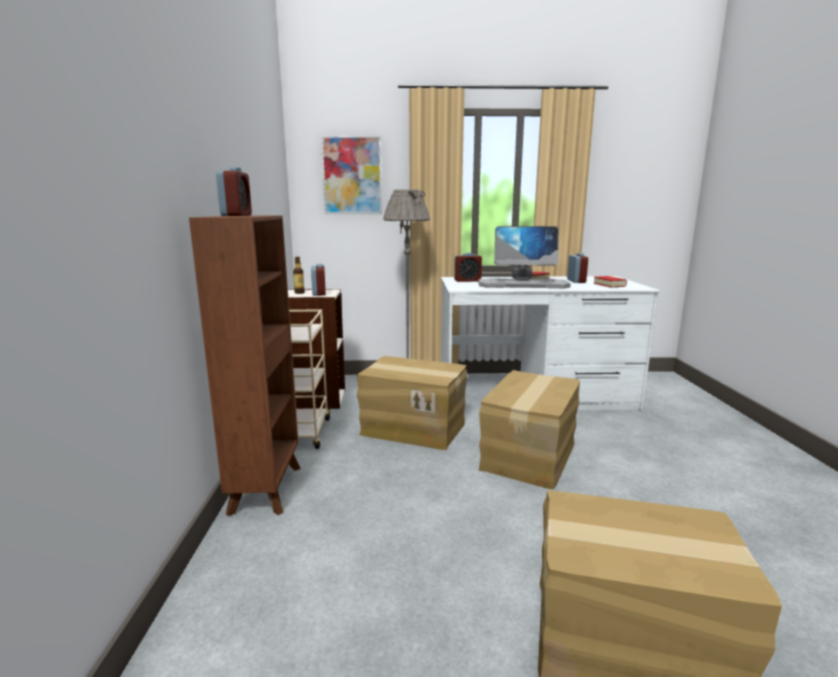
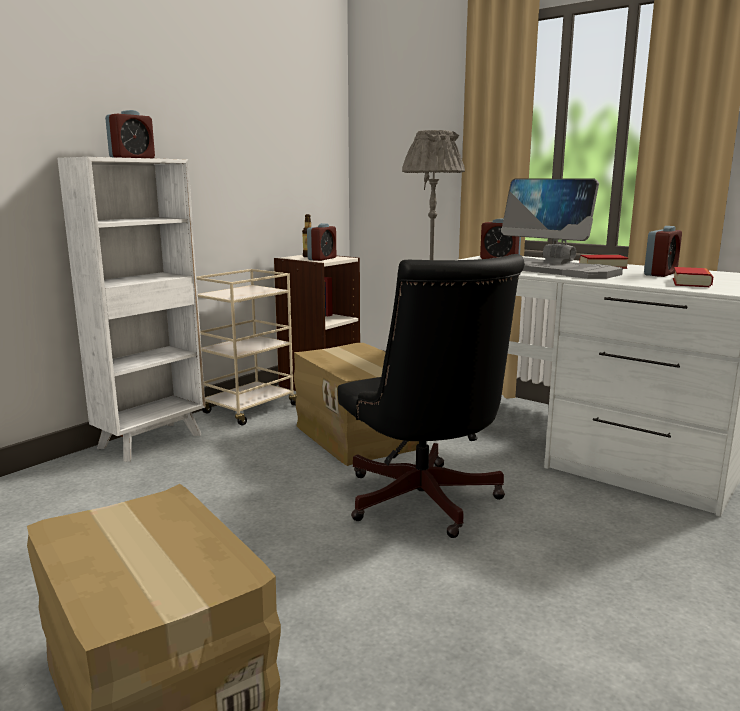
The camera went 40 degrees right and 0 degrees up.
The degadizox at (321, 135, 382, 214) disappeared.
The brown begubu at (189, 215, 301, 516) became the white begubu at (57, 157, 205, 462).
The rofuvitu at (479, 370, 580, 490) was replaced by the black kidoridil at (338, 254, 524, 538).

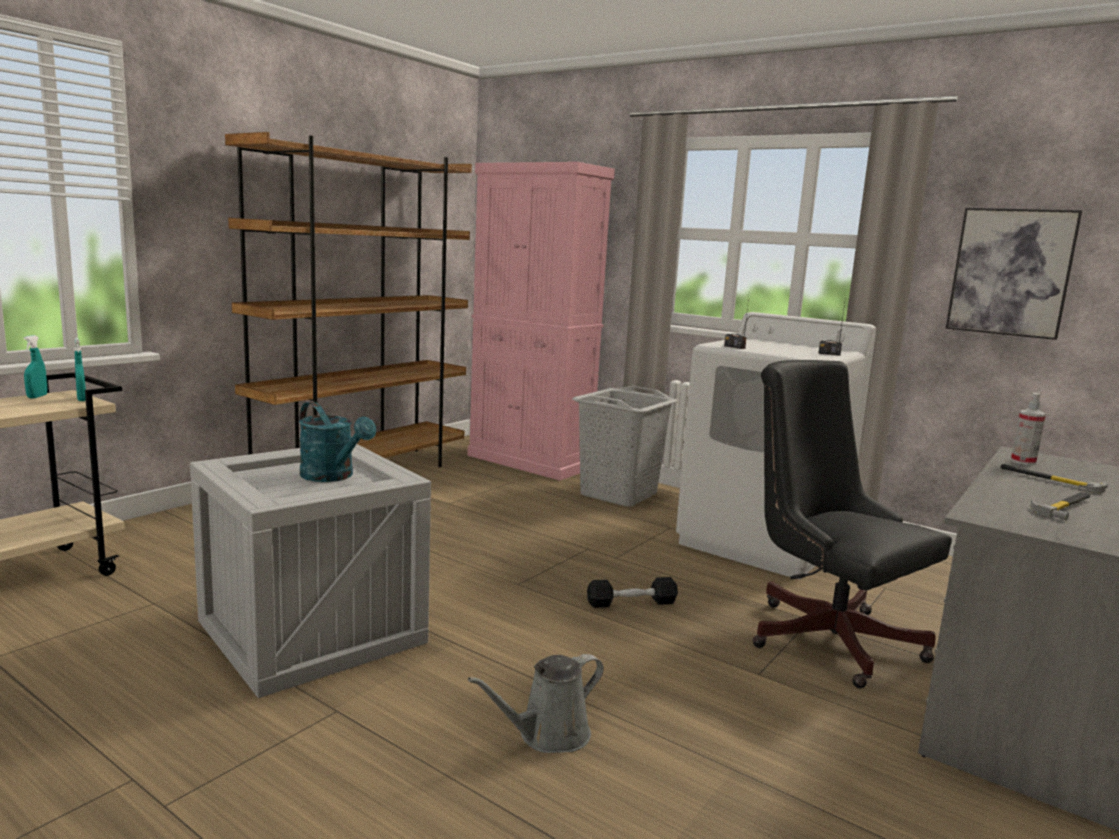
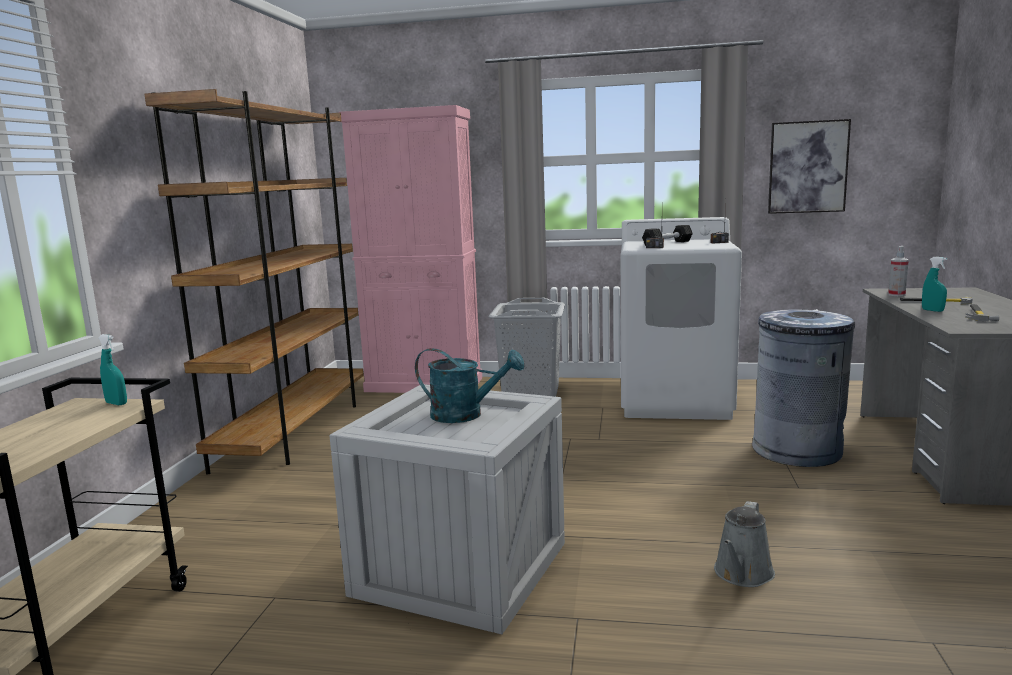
The camera went 25 degrees left and 0 degrees up.
The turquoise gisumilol moved from (24, 335, 47, 398) to (922, 257, 947, 312).
The black kidoridil at (753, 360, 952, 688) was replaced by the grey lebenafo at (752, 309, 855, 467).
The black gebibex moved from (587, 577, 678, 608) to (642, 225, 693, 246).

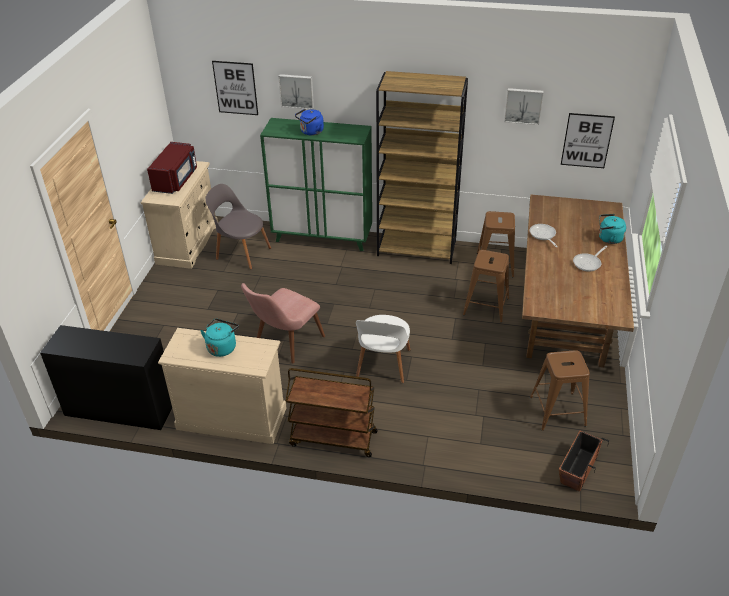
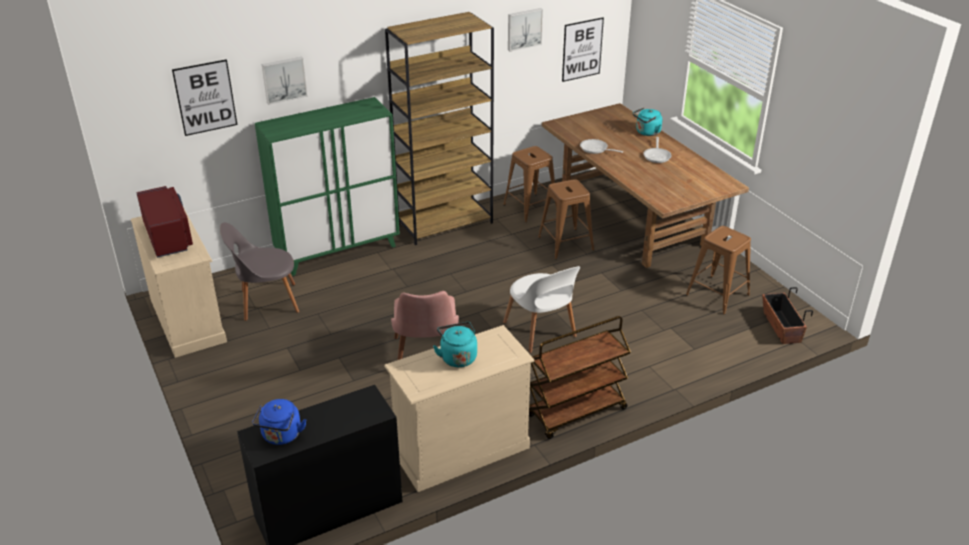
The camera went 40 degrees left and 5 degrees down.
The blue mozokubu moved from (295, 109, 324, 136) to (252, 399, 307, 445).

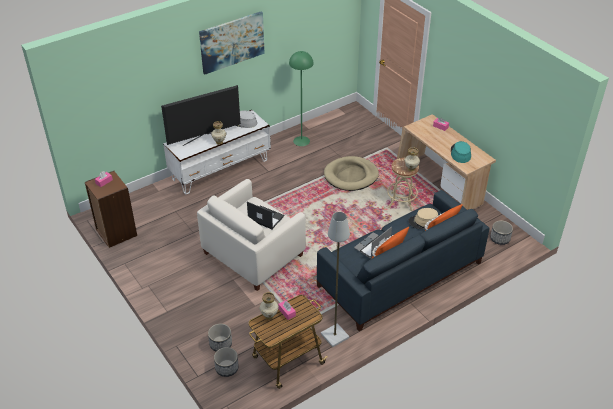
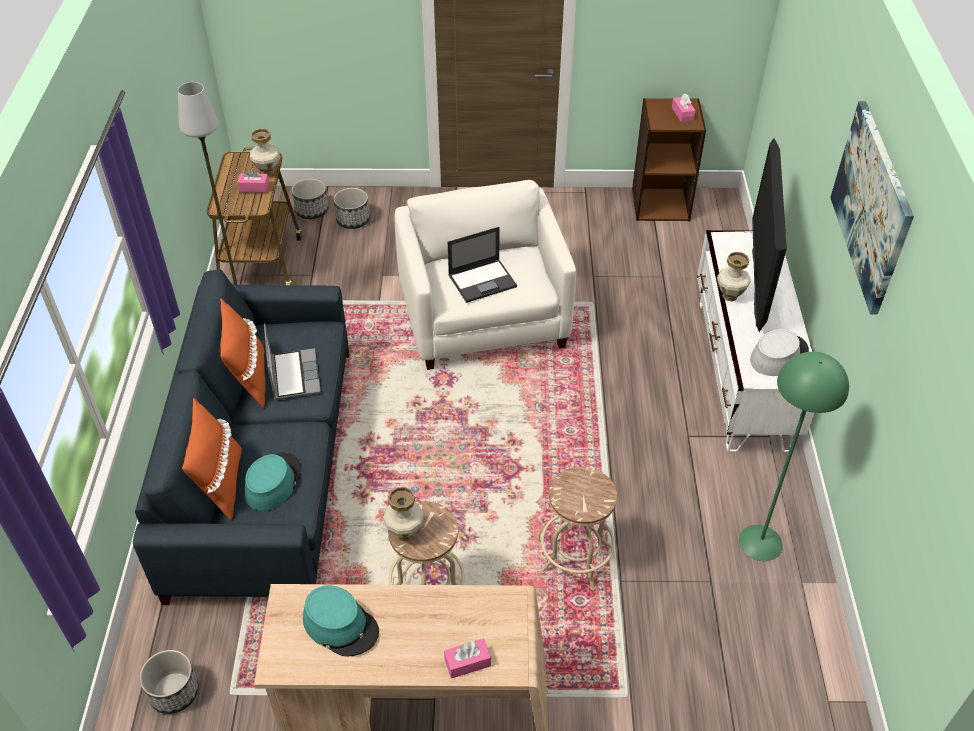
The camera went 125 degrees right and 5 degrees up.
The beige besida at (324, 156, 379, 191) was replaced by the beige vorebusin at (540, 467, 617, 591).
The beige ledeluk at (408, 208, 438, 229) became the turquoise ledeluk at (245, 452, 301, 511).

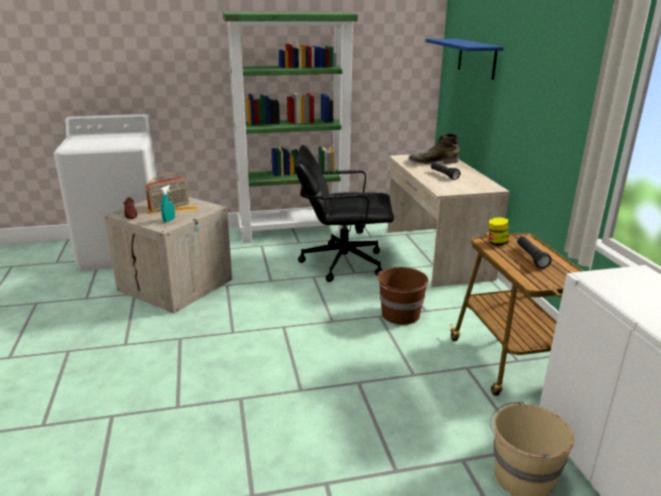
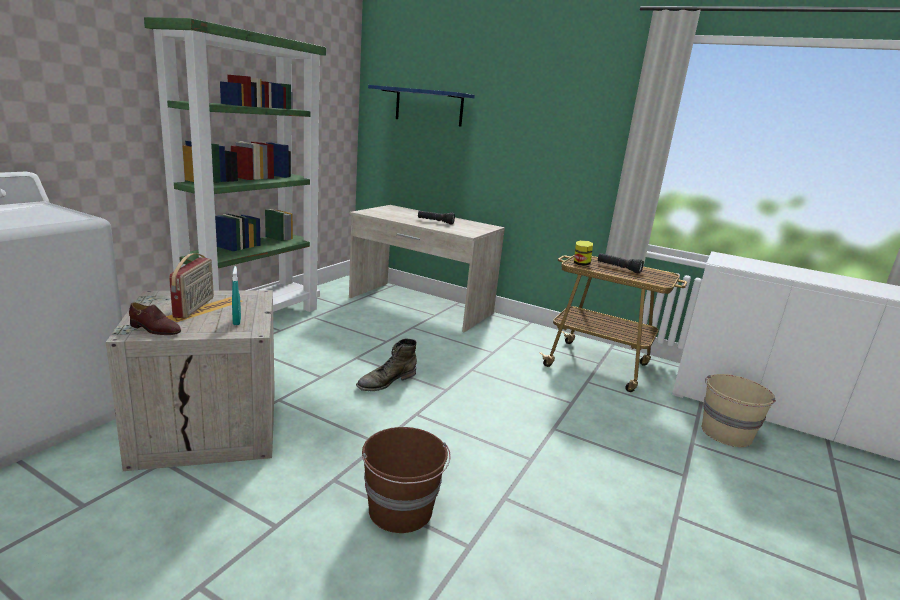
The camera went 50 degrees left and 5 degrees down.
The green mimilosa moved from (408, 134, 459, 164) to (356, 339, 417, 391).
The black kidoridil at (295, 145, 394, 282) disappeared.
The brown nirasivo moved from (377, 267, 429, 325) to (362, 427, 450, 533).

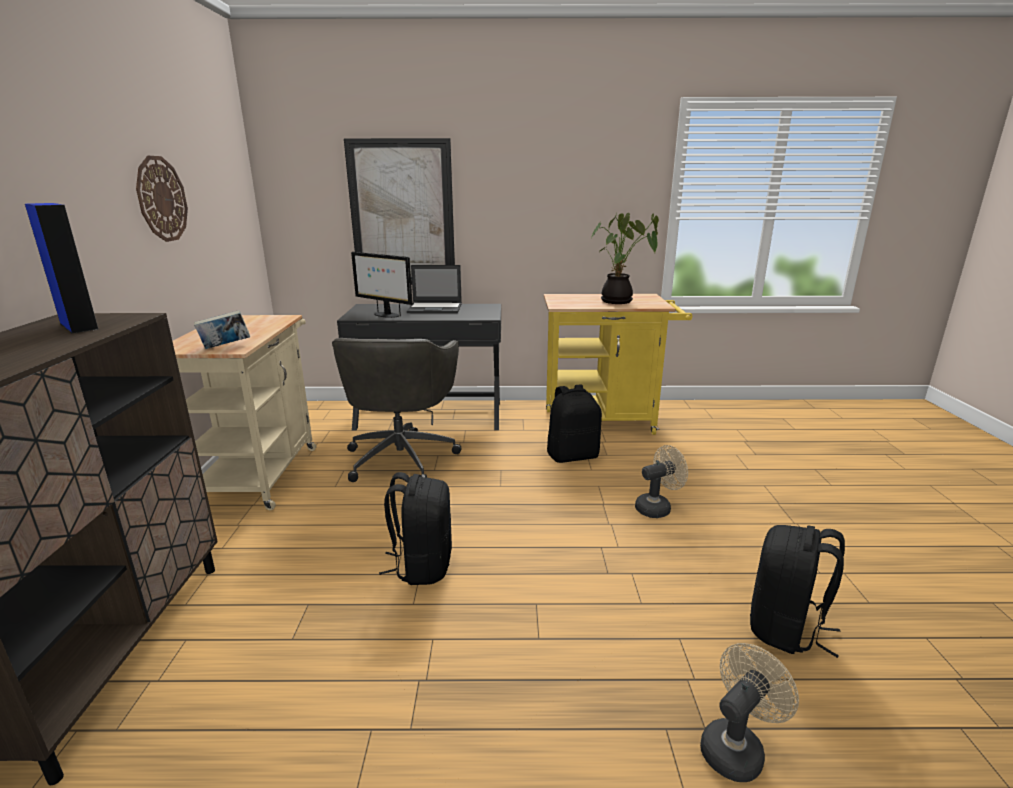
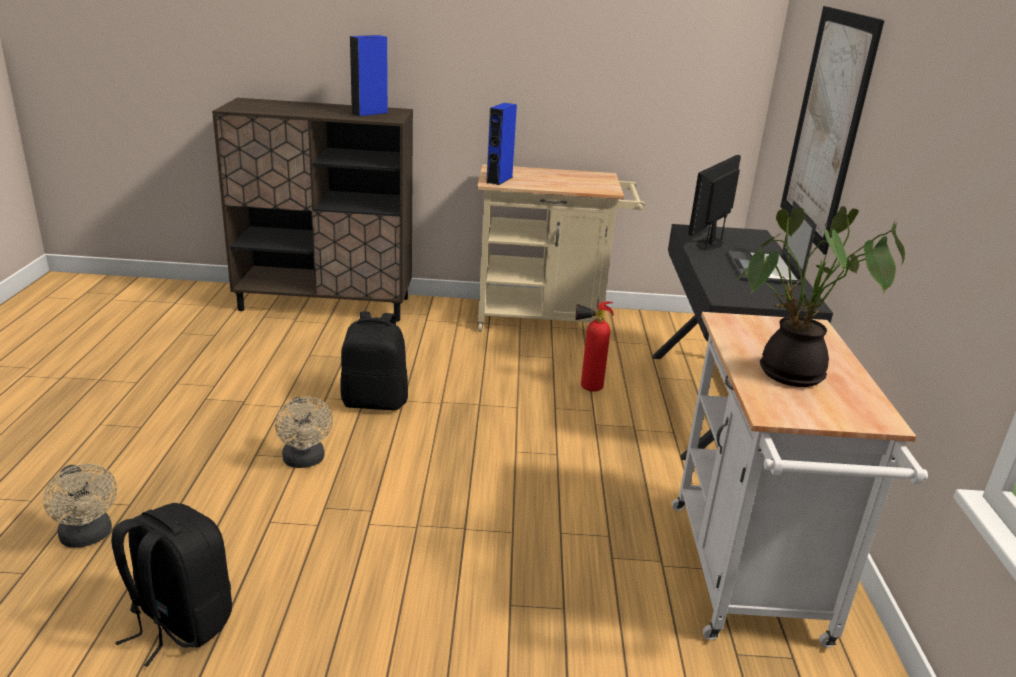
The camera went 90 degrees right and 5 degrees up.
The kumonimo at (136, 156, 188, 242) disappeared.
The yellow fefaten at (544, 294, 692, 435) became the white fefaten at (672, 312, 928, 648).
The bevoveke at (194, 310, 250, 349) was replaced by the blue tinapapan at (486, 103, 517, 185).
The grey kidoridil at (332, 338, 462, 482) was replaced by the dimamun at (575, 301, 614, 392).
The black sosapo at (547, 384, 602, 463) disappeared.
The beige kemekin moved from (635, 445, 688, 518) to (275, 397, 333, 468).

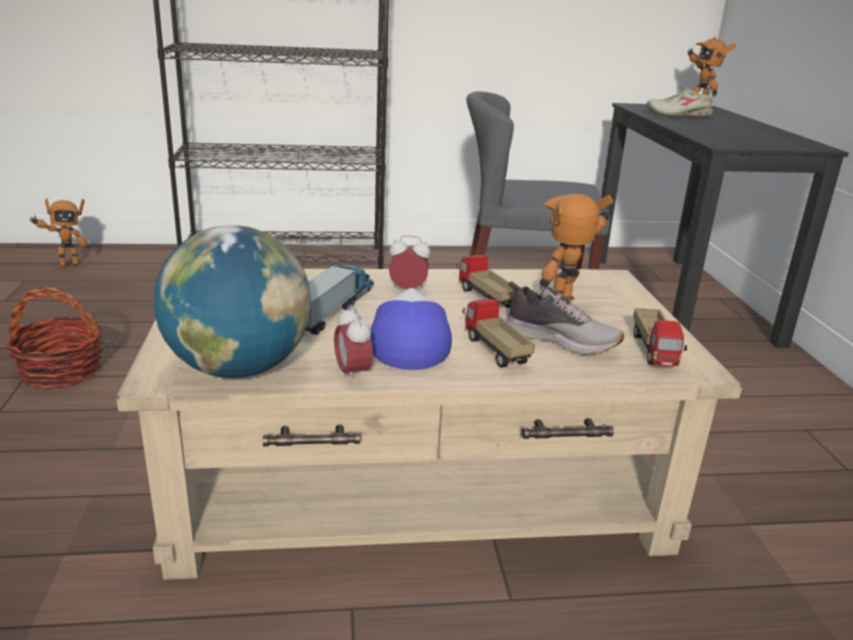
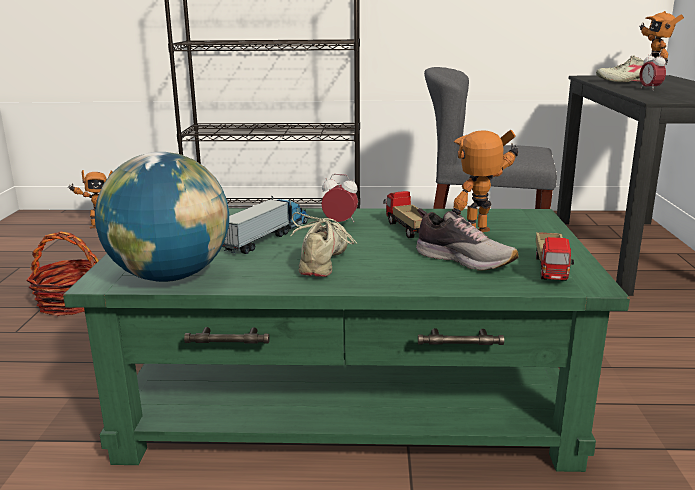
The camera went 10 degrees right and 5 degrees down.
The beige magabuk at (116, 269, 742, 580) became the green magabuk at (63, 208, 630, 472).
The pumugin at (371, 288, 452, 370) was replaced by the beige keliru at (290, 212, 357, 277).
The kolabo at (462, 299, 535, 368) disappeared.
The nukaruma moved from (334, 305, 373, 385) to (640, 52, 666, 88).

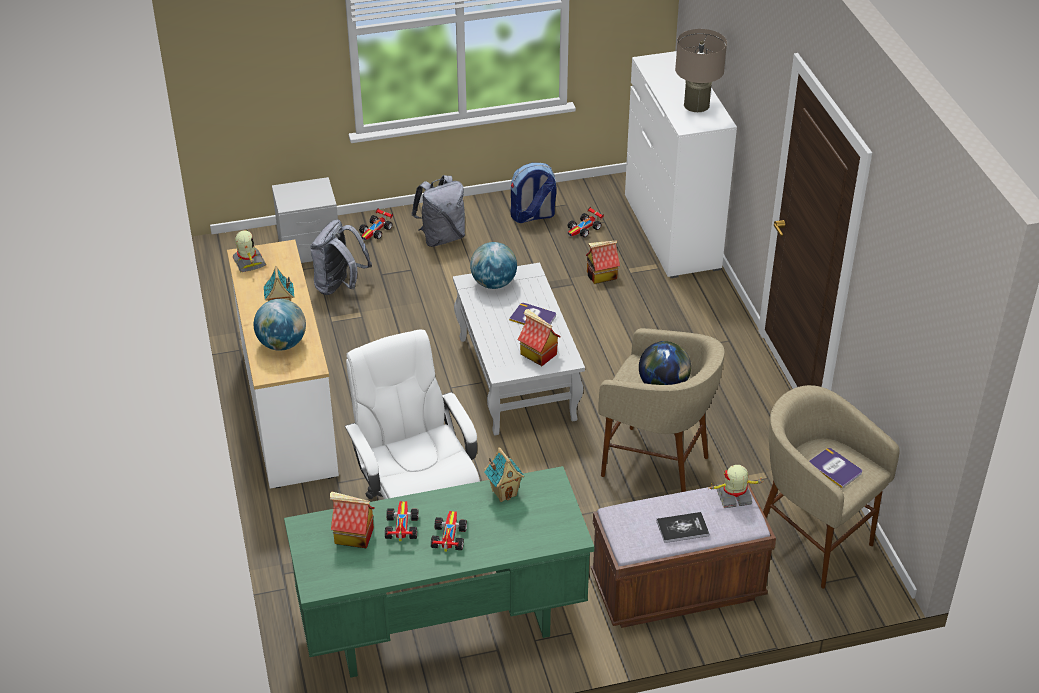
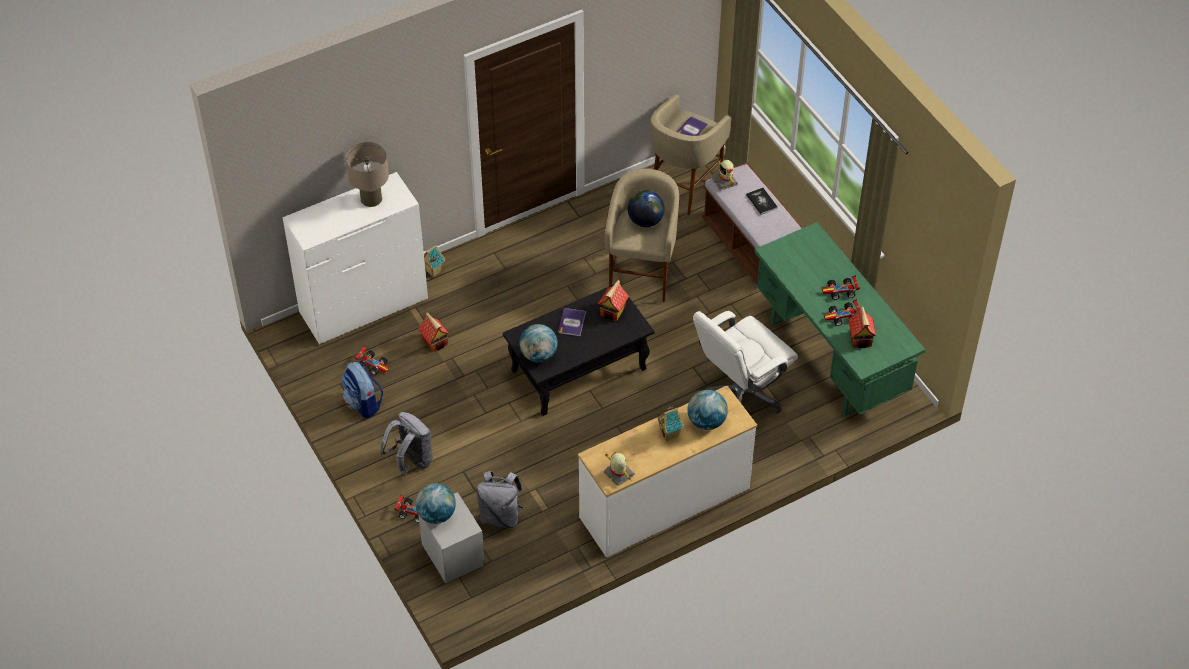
The camera went 105 degrees left and 10 degrees up.
The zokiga at (233, 230, 266, 272) turned 90 degrees clockwise.
The white magabuk at (453, 263, 585, 435) became the black magabuk at (503, 285, 654, 416).
The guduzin moved from (484, 447, 524, 502) to (424, 244, 445, 277).
The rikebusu at (415, 483, 456, 524) appeared.

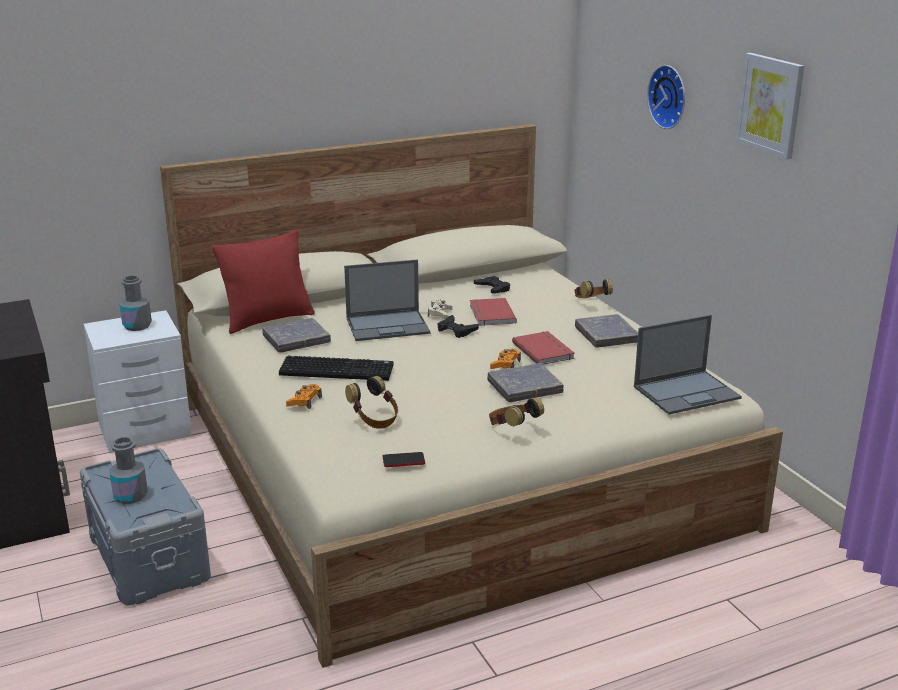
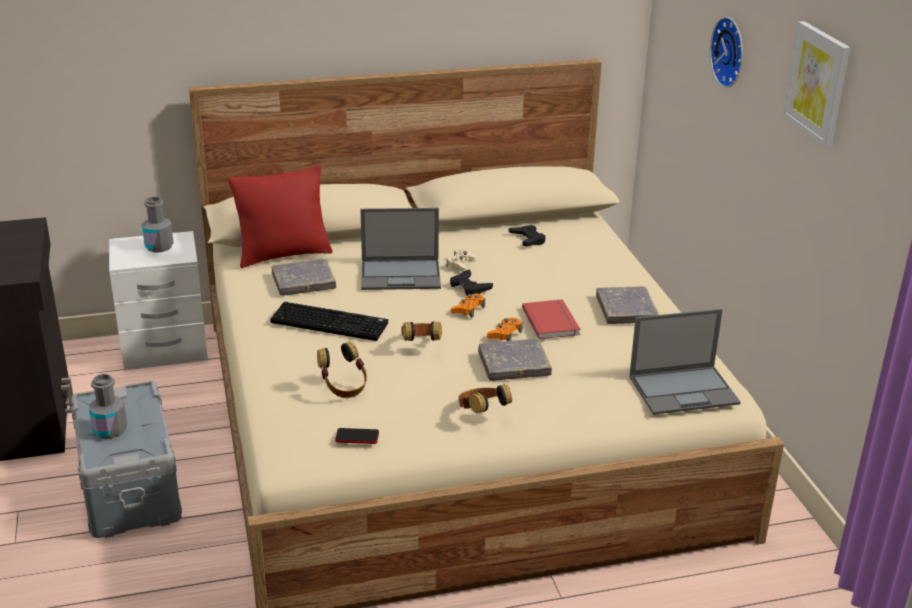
The camera went 10 degrees right and 5 degrees up.
The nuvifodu moved from (575, 279, 613, 298) to (401, 321, 442, 341).
The red bevoveke at (470, 298, 517, 326) disappeared.
The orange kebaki moved from (286, 384, 322, 409) to (451, 293, 485, 318).

